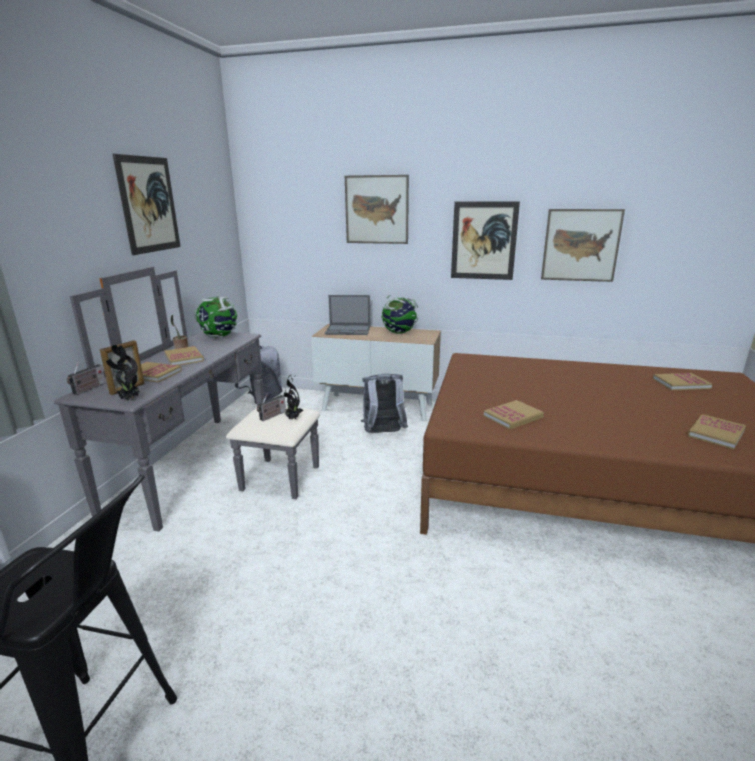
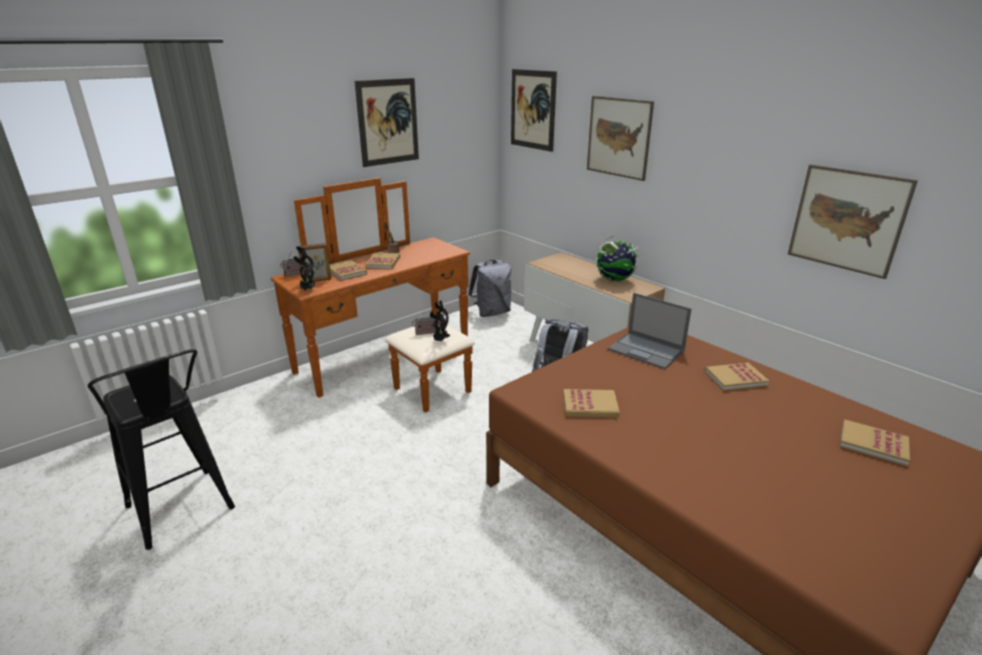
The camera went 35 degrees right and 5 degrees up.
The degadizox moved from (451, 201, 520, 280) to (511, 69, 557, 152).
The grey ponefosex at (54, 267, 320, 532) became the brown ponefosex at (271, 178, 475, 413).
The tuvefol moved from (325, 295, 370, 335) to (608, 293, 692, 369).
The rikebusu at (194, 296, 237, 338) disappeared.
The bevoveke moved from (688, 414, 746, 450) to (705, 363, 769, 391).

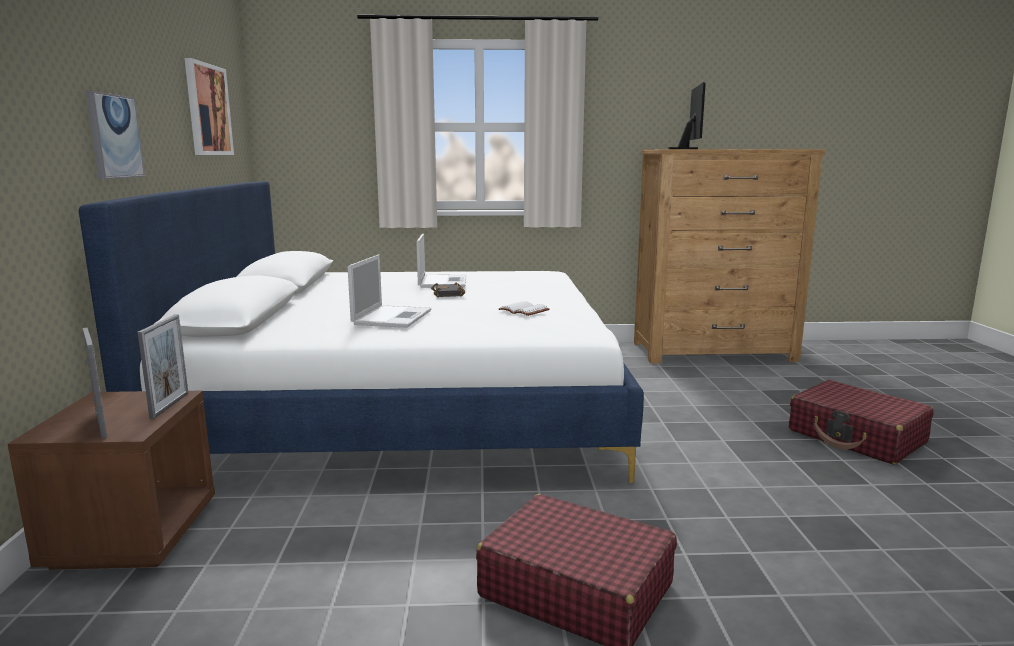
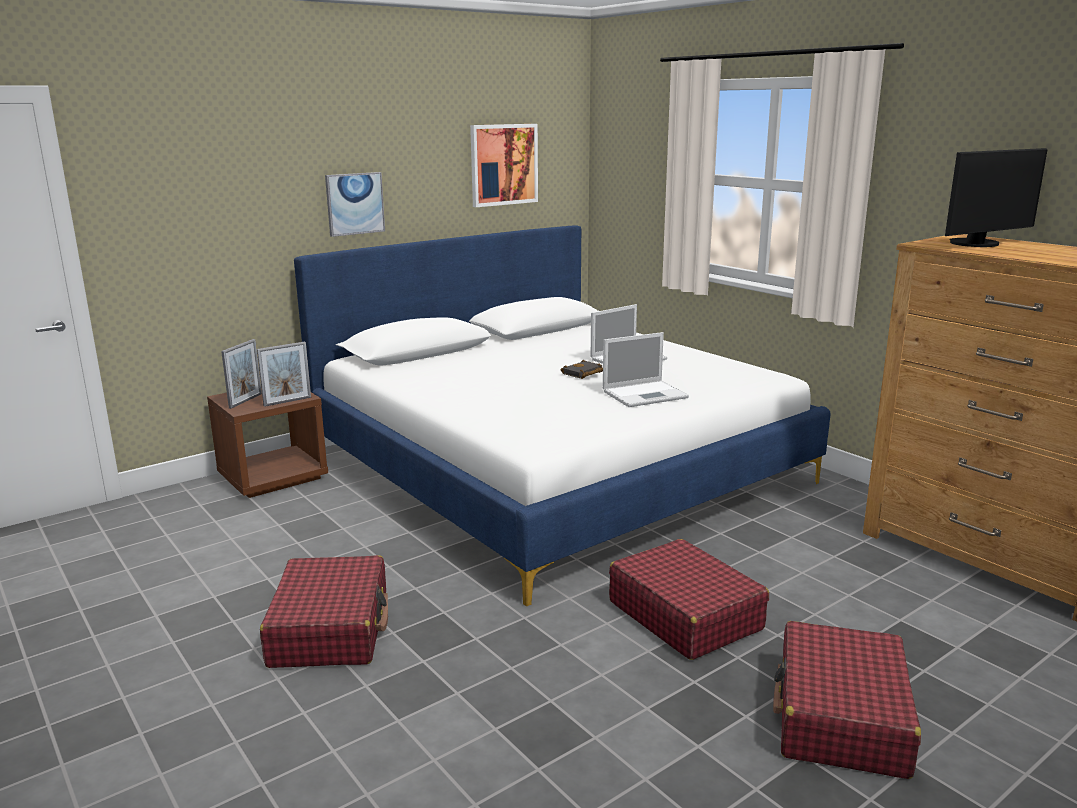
The camera went 55 degrees right and 5 degrees up.
The tuvefol moved from (347, 255, 431, 328) to (603, 332, 689, 407).
The white bevoveke at (499, 301, 550, 316) disappeared.
The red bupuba at (609, 539, 769, 660) appeared.

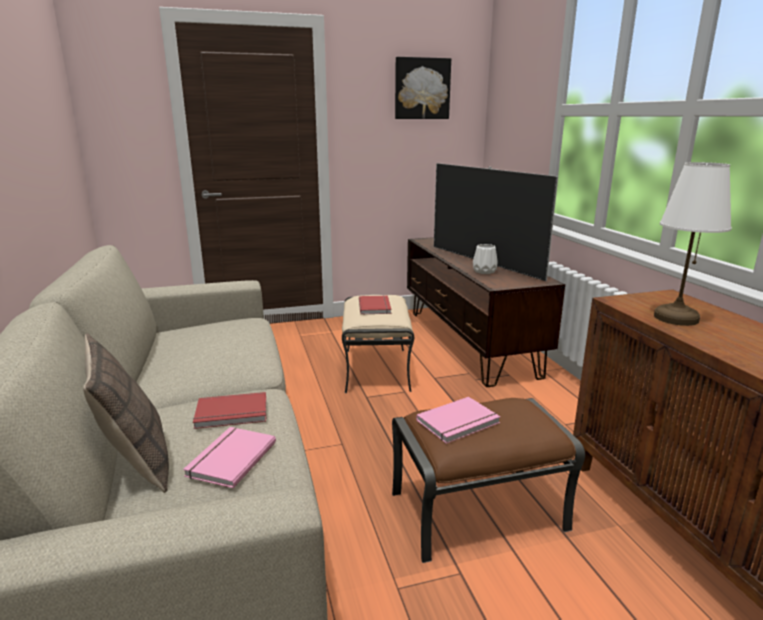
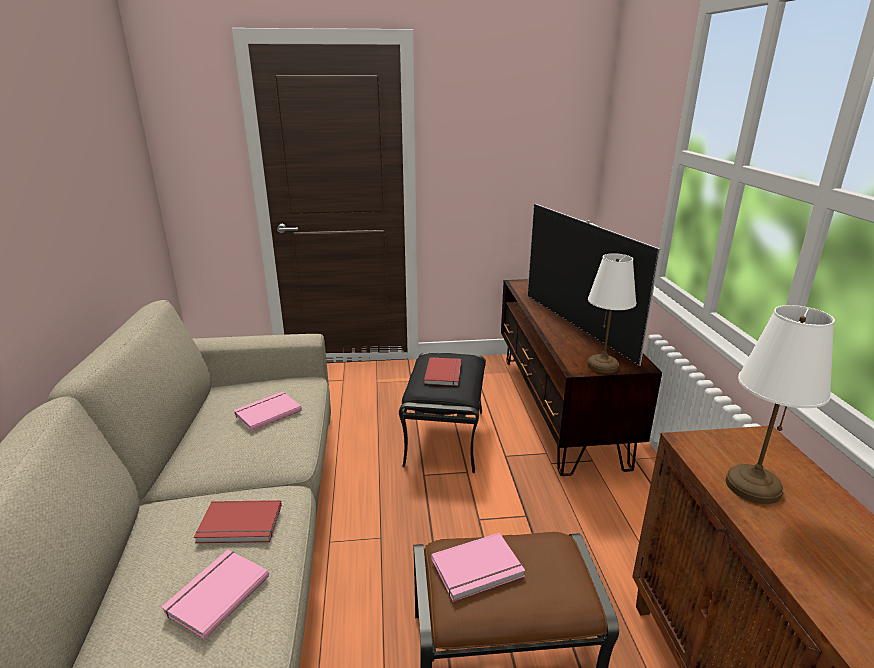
The camera went 10 degrees right and 5 degrees up.
The degadizox at (395, 57, 451, 119) disappeared.
The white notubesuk at (473, 244, 498, 274) disappeared.
The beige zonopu at (342, 295, 414, 393) became the black zonopu at (399, 352, 486, 473).
The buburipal at (83, 333, 169, 493) disappeared.
The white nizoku at (587, 253, 637, 373) appeared.
The pink bevoveke at (233, 392, 302, 431) appeared.

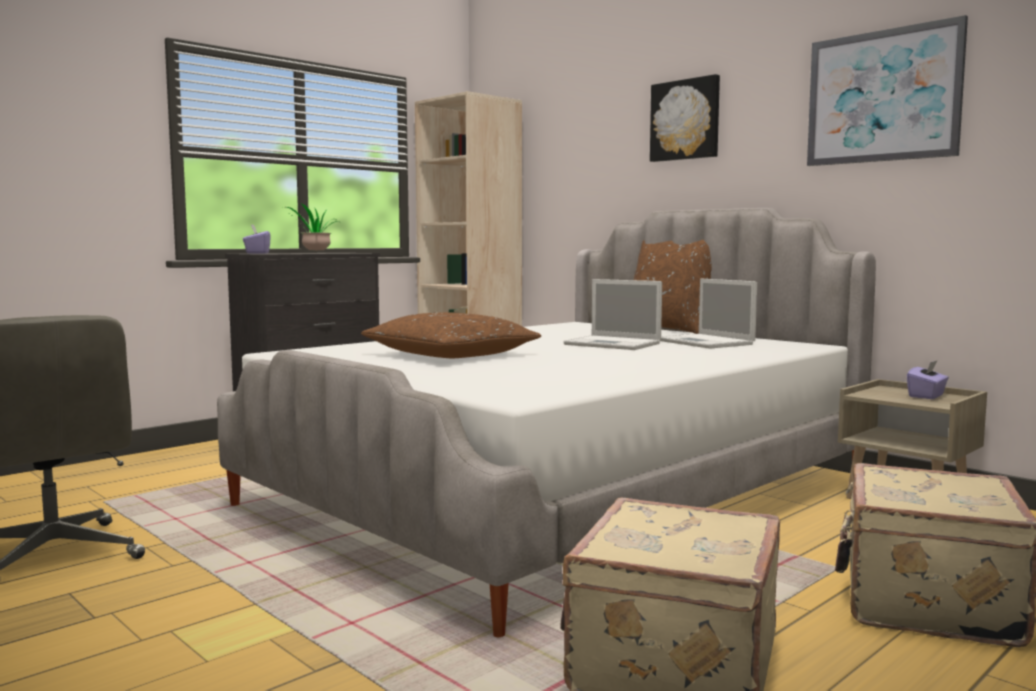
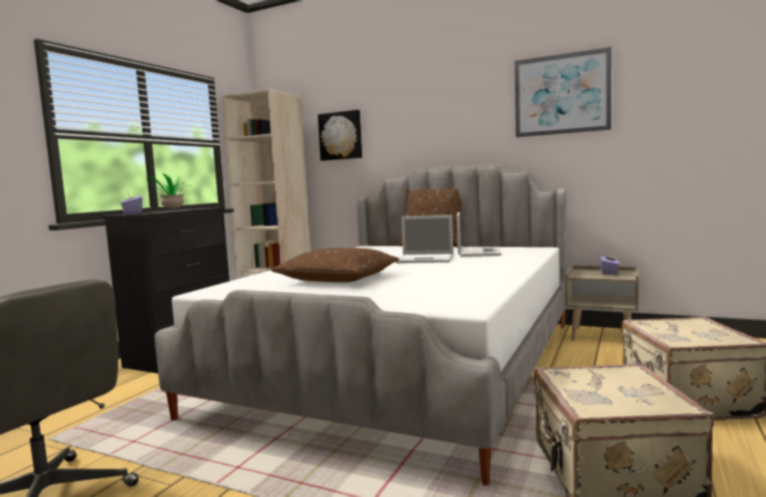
The camera went 20 degrees left and 0 degrees up.
The degadizox moved from (650, 74, 720, 162) to (318, 110, 362, 161).
The tuvefol at (660, 279, 757, 349) turned 120 degrees counterclockwise.

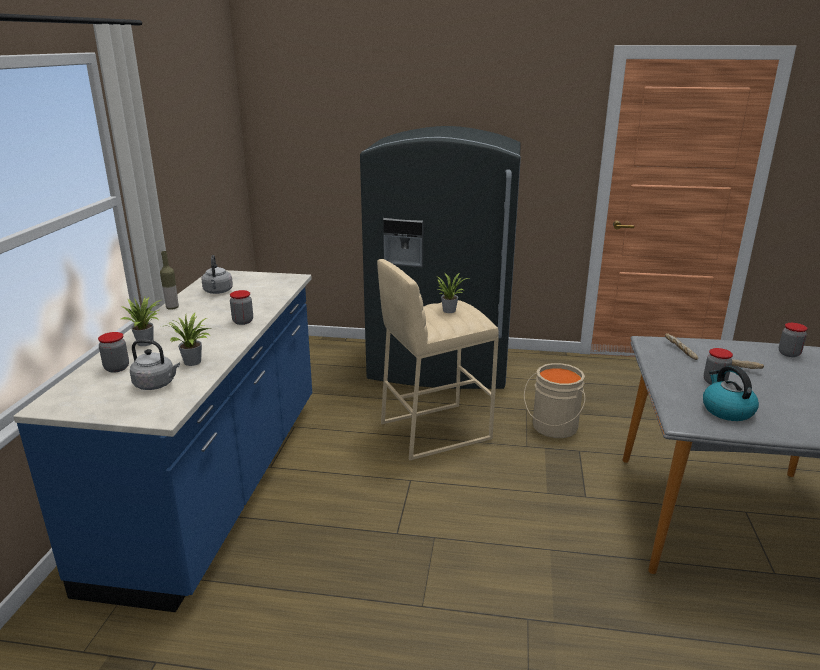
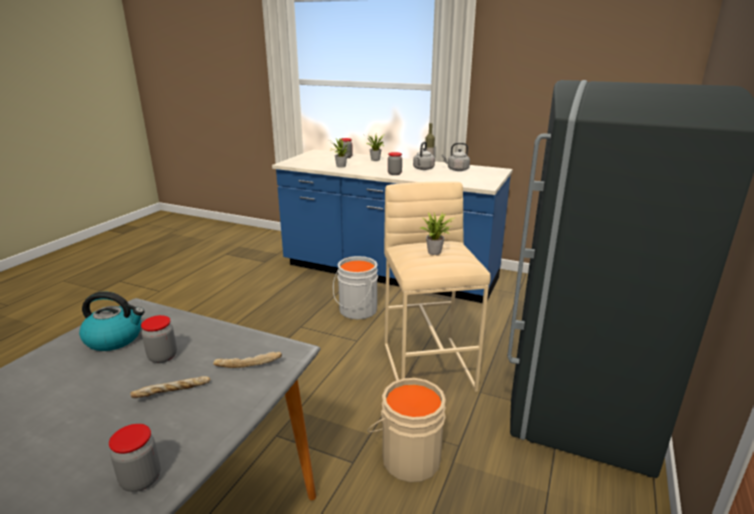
The camera went 105 degrees right and 0 degrees up.
The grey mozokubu moved from (130, 340, 180, 390) to (413, 141, 435, 170).
The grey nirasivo at (333, 256, 378, 319) appeared.

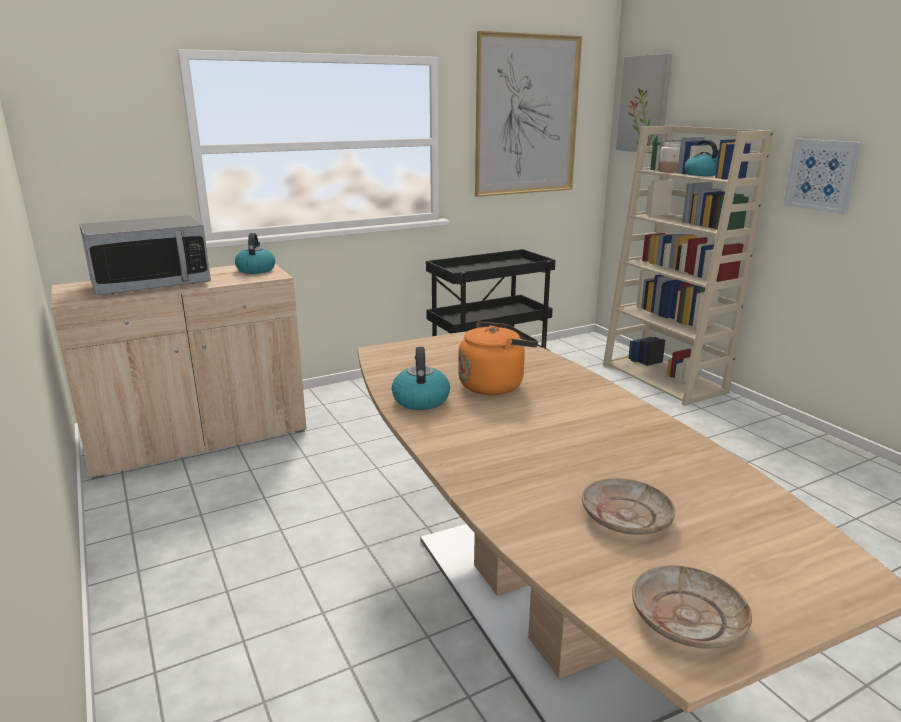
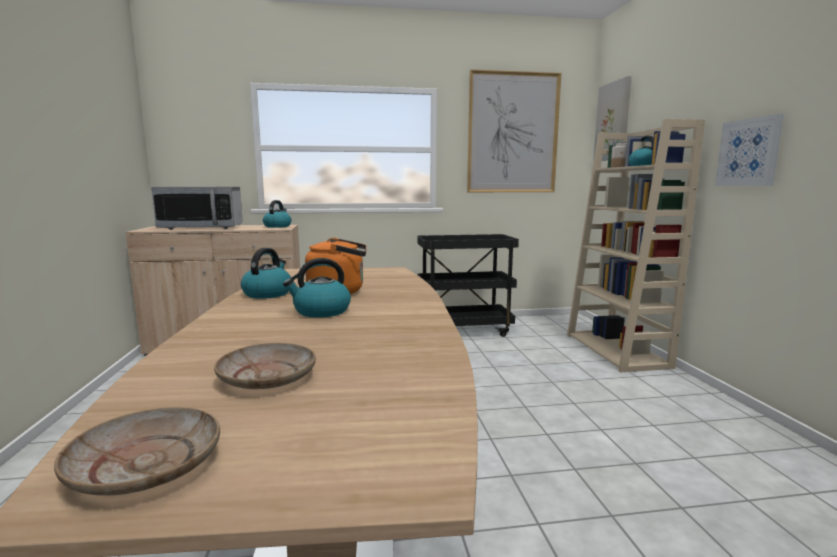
The camera went 20 degrees right and 10 degrees down.
The mozokubu at (283, 258, 351, 318) appeared.

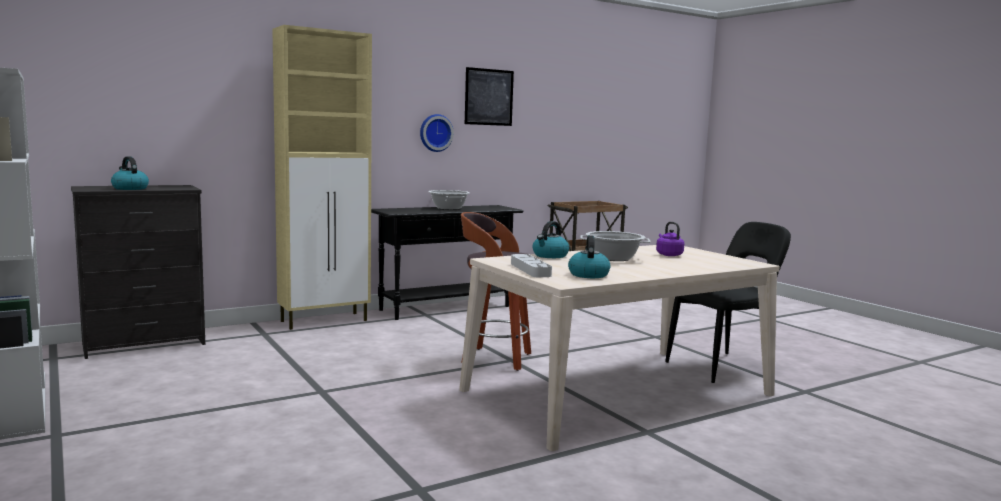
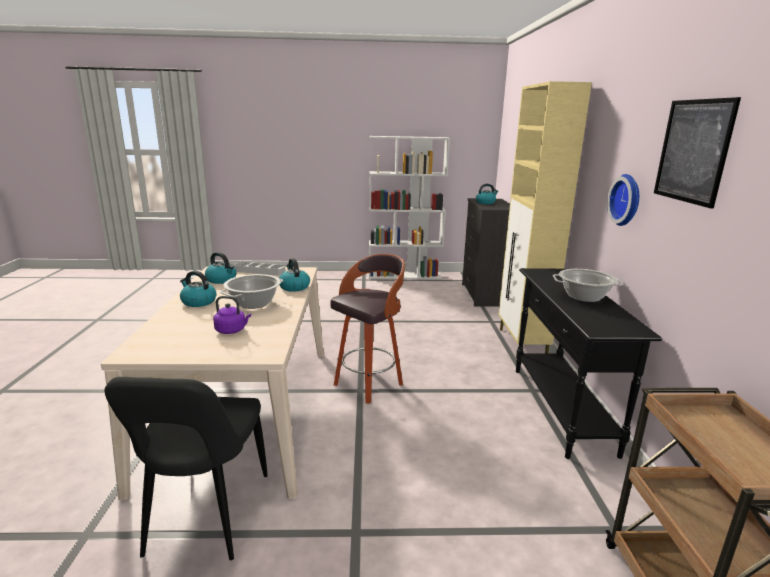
The camera went 120 degrees right and 10 degrees up.
The mozokubu at (180, 271, 217, 307) appeared.

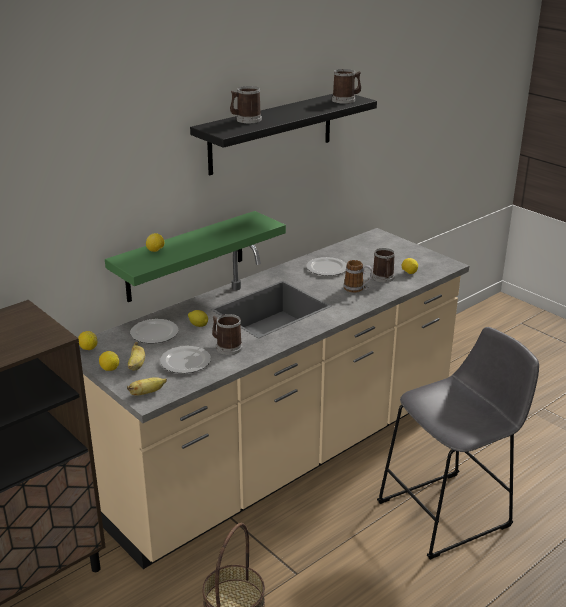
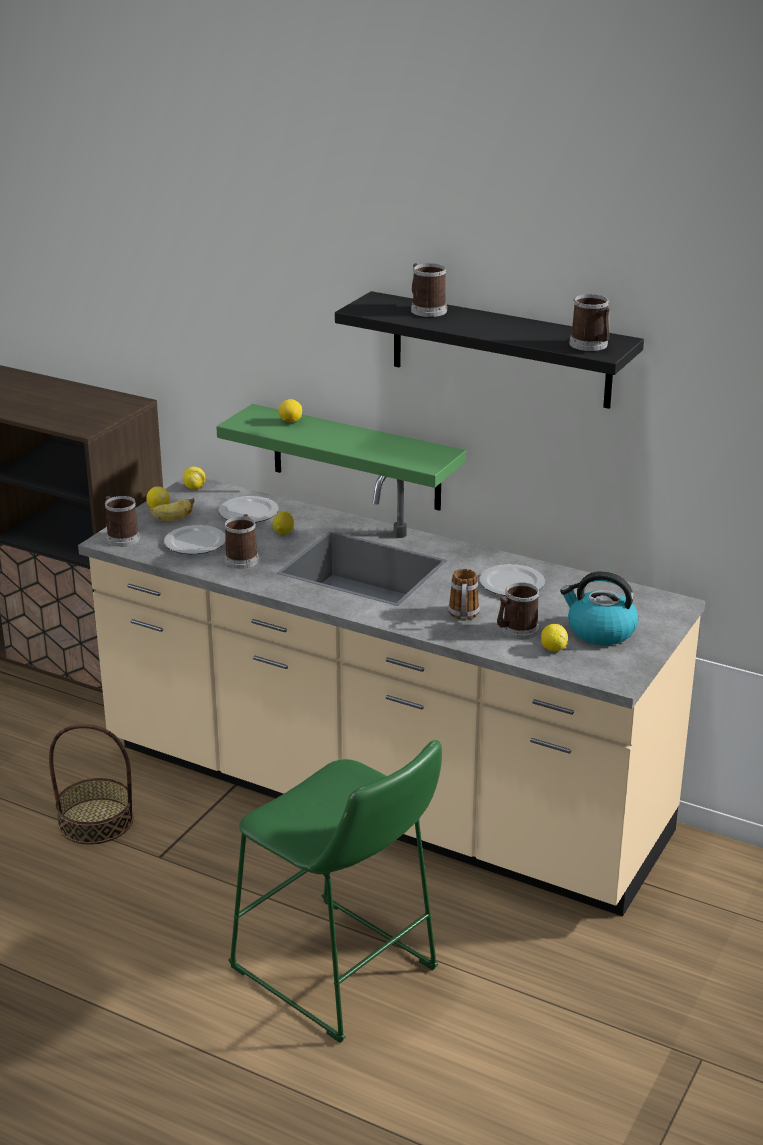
The camera went 70 degrees right and 0 degrees up.
The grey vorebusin at (377, 327, 539, 560) became the green vorebusin at (228, 740, 442, 1043).
The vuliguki at (127, 377, 167, 396) was replaced by the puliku at (105, 496, 140, 547).
The mozokubu at (560, 571, 638, 645) appeared.

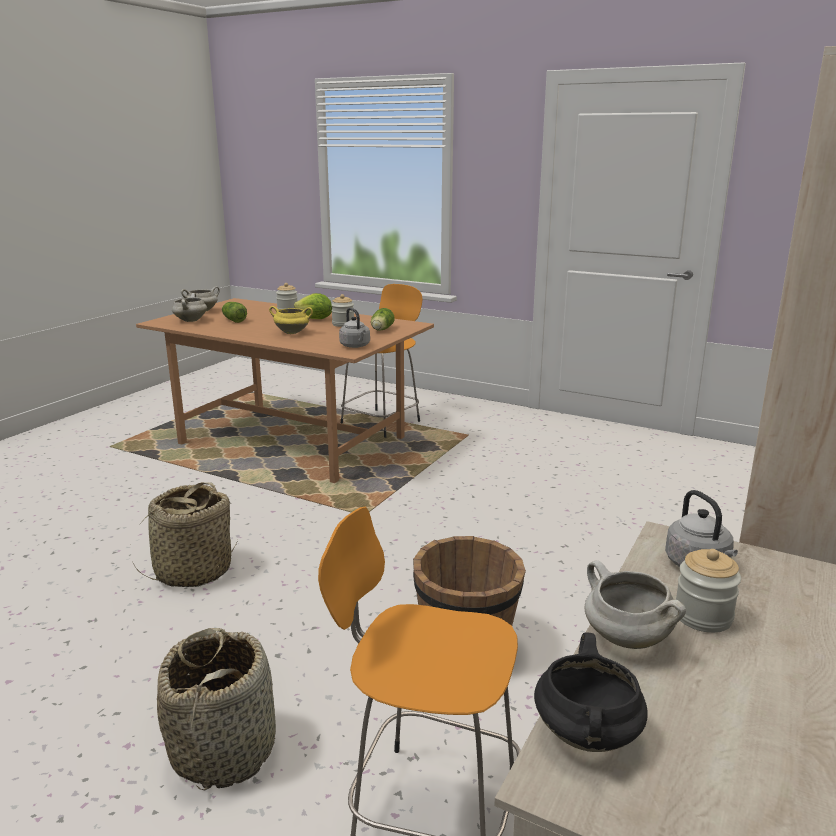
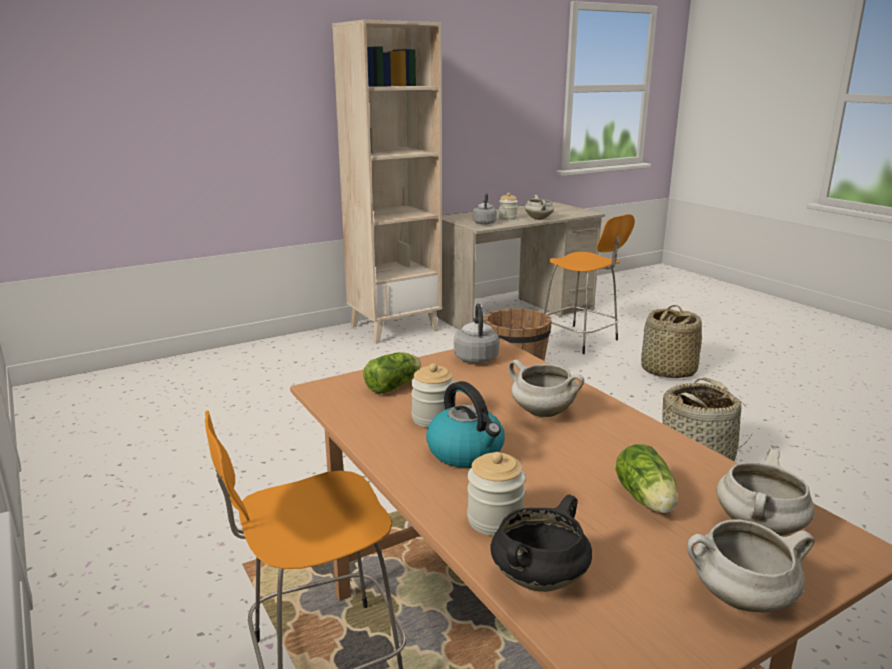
The camera went 150 degrees left and 0 degrees up.
The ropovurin at (294, 293, 332, 319) was replaced by the mozokubu at (426, 381, 505, 468).
The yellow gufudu at (269, 306, 313, 334) became the white gufudu at (508, 360, 584, 417).
The black gufudu moved from (534, 632, 647, 752) to (490, 495, 592, 592).

